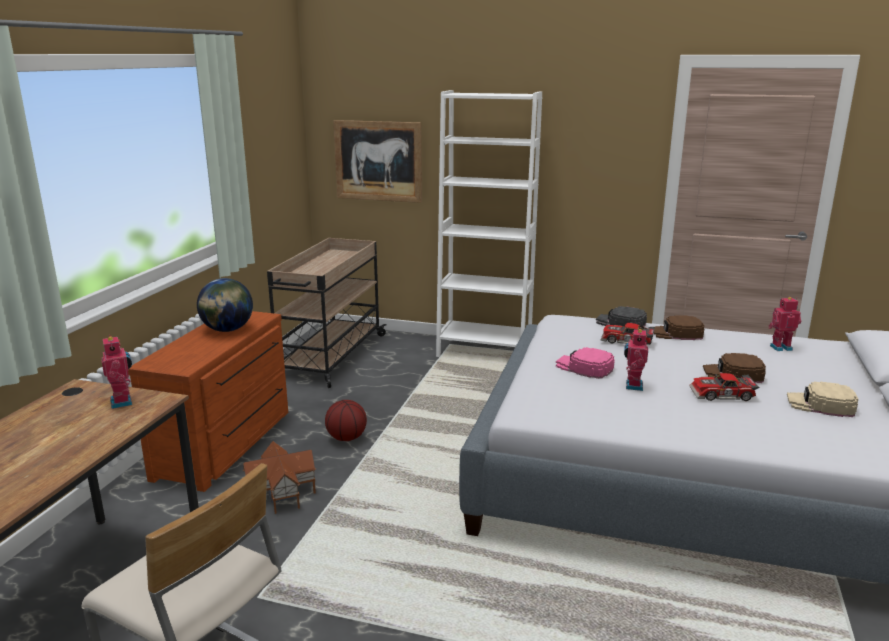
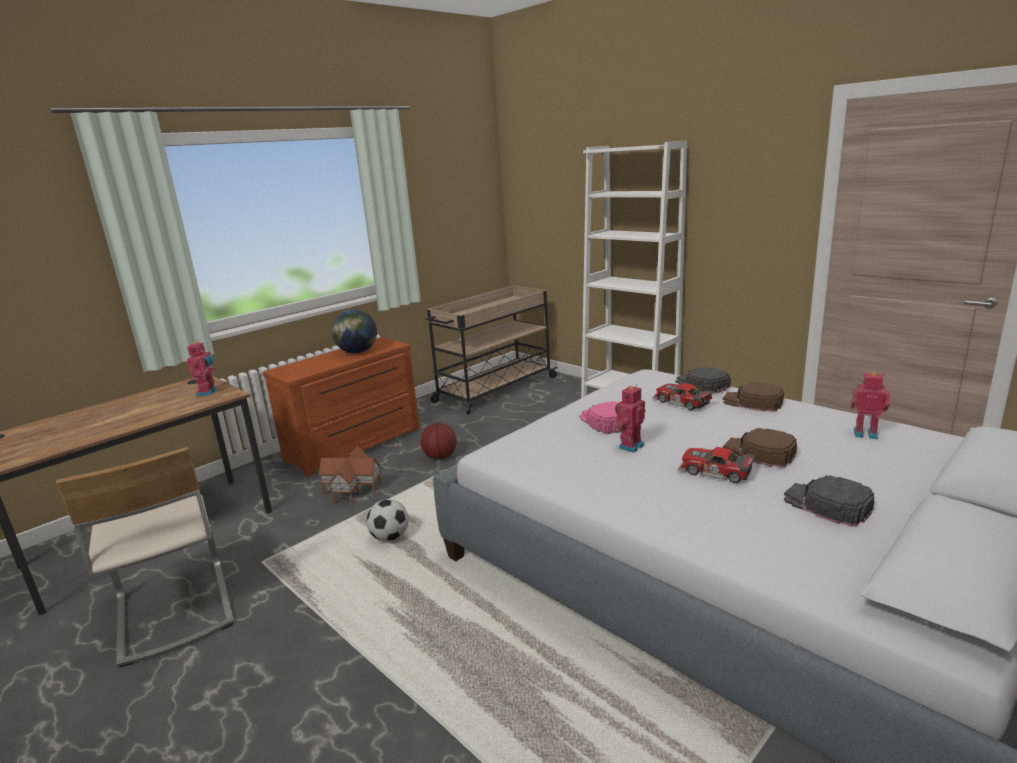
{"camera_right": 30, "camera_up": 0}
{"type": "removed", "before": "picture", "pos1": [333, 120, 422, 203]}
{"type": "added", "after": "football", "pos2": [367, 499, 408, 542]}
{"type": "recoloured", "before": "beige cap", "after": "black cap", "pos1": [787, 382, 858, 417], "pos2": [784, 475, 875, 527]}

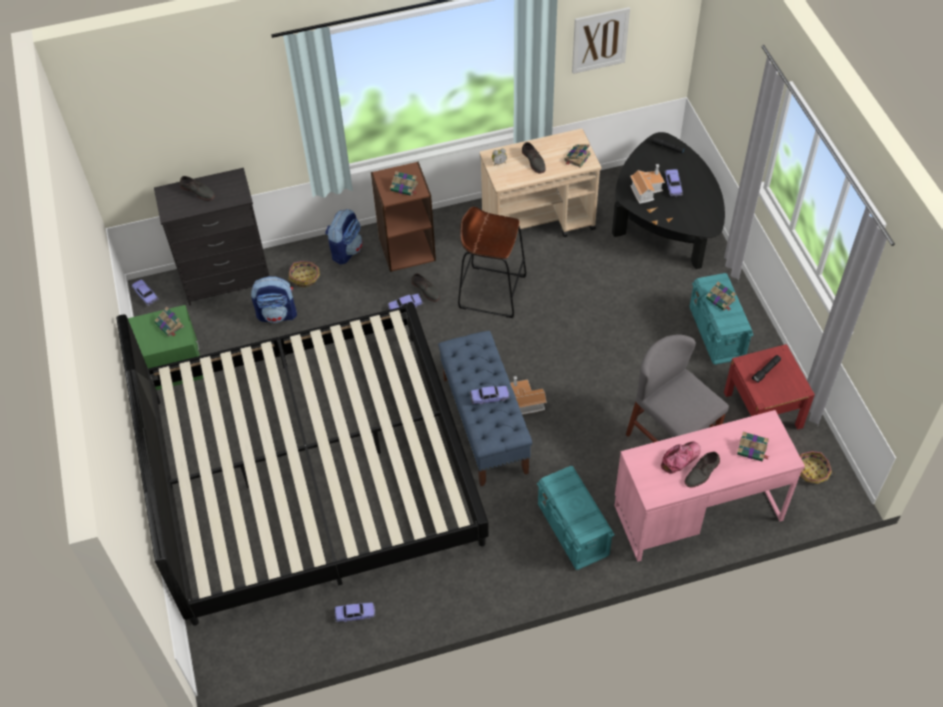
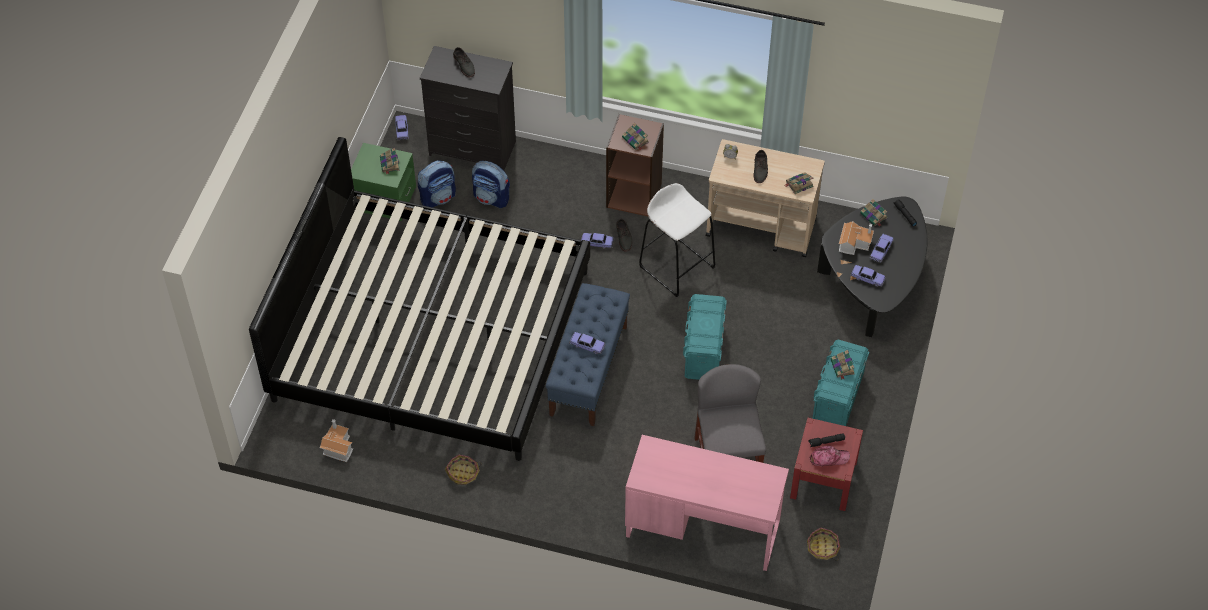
{"camera_right": 30, "camera_up": 0}
{"type": "removed", "before": "picture", "pos1": [572, 7, 630, 74]}
{"type": "removed", "before": "grey shoe", "pos1": [685, 452, 720, 487]}
{"type": "moved", "before": "basket", "pos1": [289, 261, 320, 288], "pos2": [445, 455, 481, 485]}
{"type": "moved", "before": "backpack", "pos1": [325, 209, 363, 265], "pos2": [418, 160, 456, 208]}
{"type": "moved", "before": "toy car", "pos1": [334, 602, 375, 622], "pos2": [850, 265, 886, 287]}
{"type": "moved", "before": "toy house", "pos1": [510, 376, 547, 415], "pos2": [320, 419, 353, 462]}
{"type": "moved", "before": "turquoise storage box", "pos1": [537, 466, 615, 570], "pos2": [683, 294, 727, 380]}
{"type": "moved", "before": "cap", "pos1": [661, 441, 701, 474], "pos2": [809, 446, 850, 466]}
{"type": "moved", "before": "book", "pos1": [737, 432, 769, 461], "pos2": [860, 199, 887, 227]}
{"type": "recoloured", "before": "brown stool", "after": "white stool", "pos1": [458, 207, 526, 318], "pos2": [639, 183, 715, 297]}

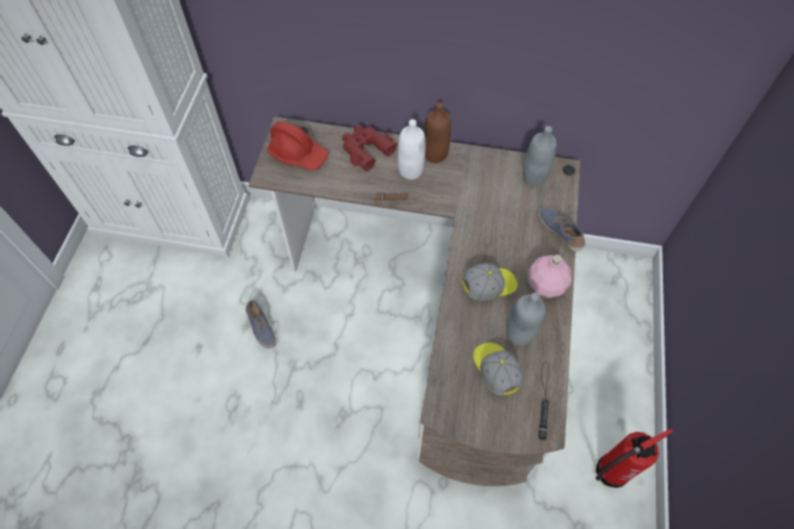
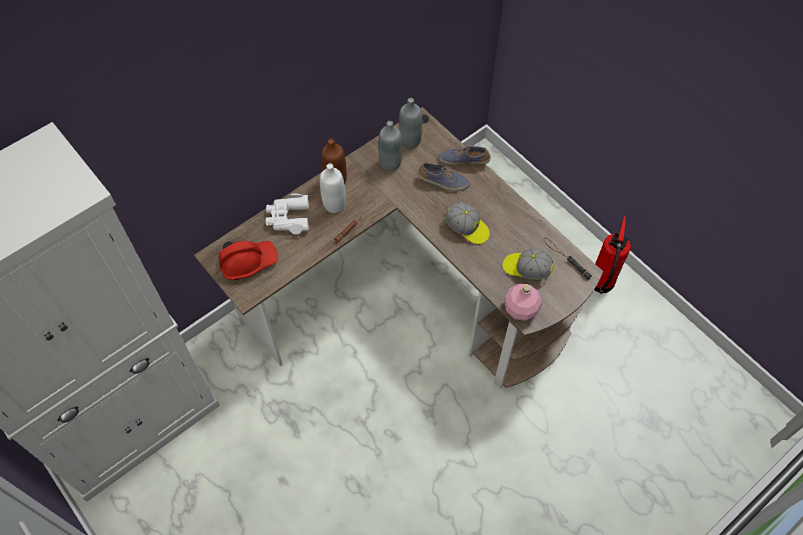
{"camera_right": -50, "camera_up": 0}
{"type": "moved", "before": "shoe", "pos1": [246, 300, 276, 348], "pos2": [418, 162, 470, 192]}
{"type": "moved", "before": "grey bottle", "pos1": [506, 293, 546, 346], "pos2": [378, 121, 402, 171]}
{"type": "moved", "before": "pink bottle", "pos1": [528, 254, 572, 298], "pos2": [504, 283, 542, 321]}
{"type": "recoloured", "before": "red binoculars", "after": "white binoculars", "pos1": [342, 125, 397, 171], "pos2": [266, 194, 309, 235]}
{"type": "turned", "before": "cap", "pos1": [462, 263, 518, 301], "pos2": [445, 201, 490, 244], "turn": 105}

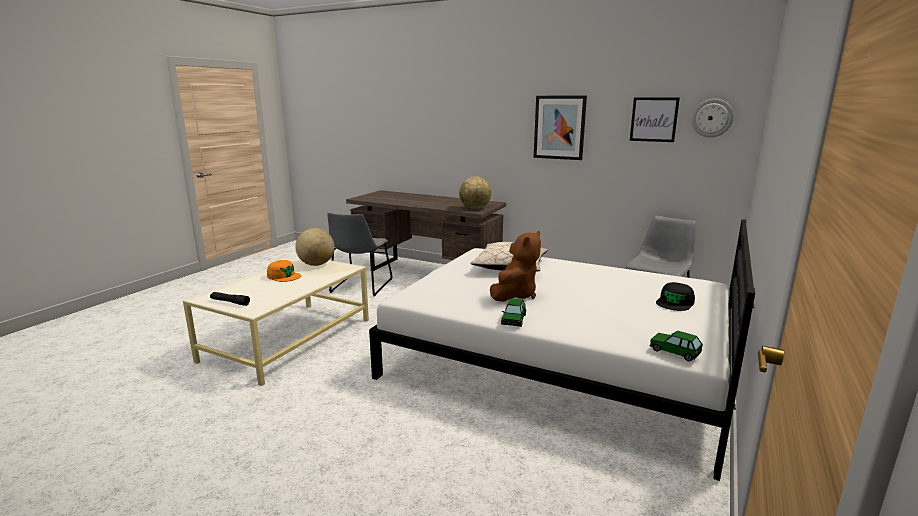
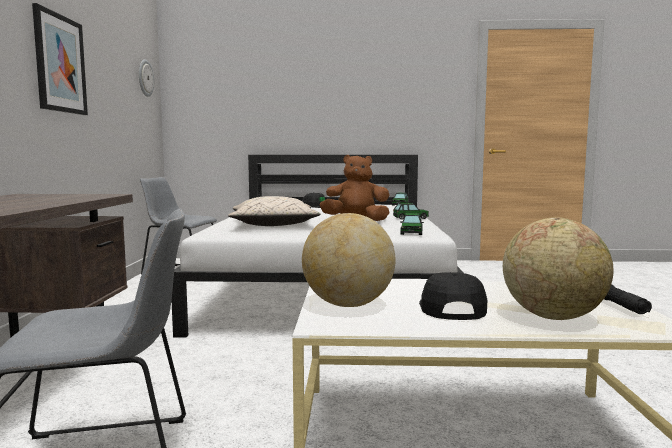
{"camera_right": -115, "camera_up": -10}
{"type": "removed", "before": "picture", "pos1": [630, 97, 680, 142]}
{"type": "added", "after": "toy car", "pos2": [400, 213, 424, 235]}
{"type": "moved", "before": "globe", "pos1": [459, 177, 491, 209], "pos2": [503, 217, 614, 320]}
{"type": "recoloured", "before": "orange cap", "after": "black cap", "pos1": [267, 260, 301, 282], "pos2": [419, 272, 487, 320]}

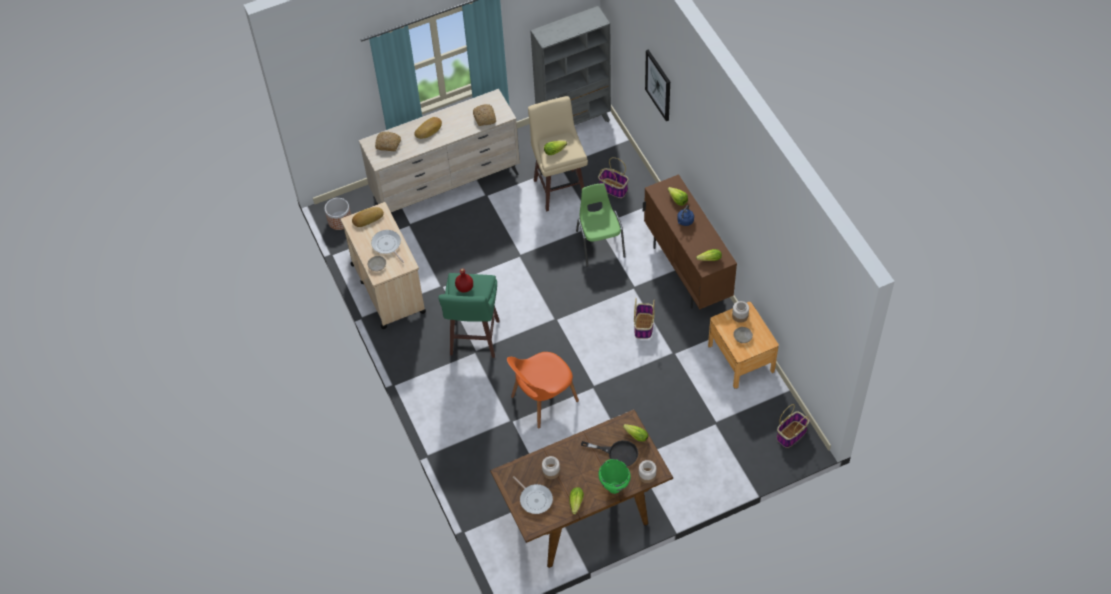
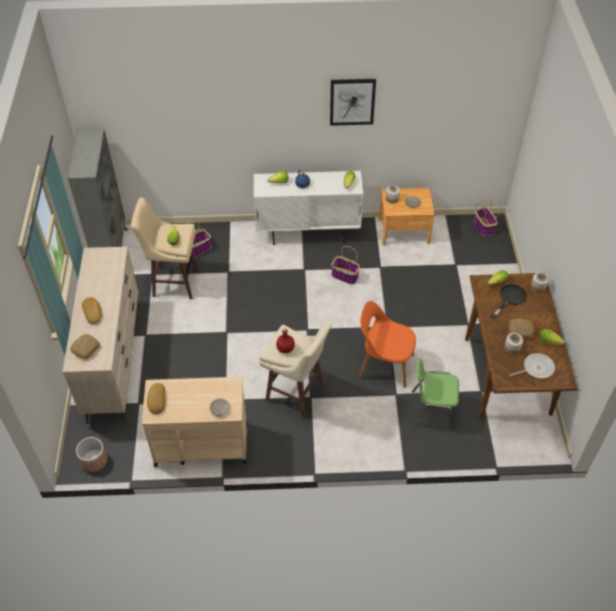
{"camera_right": -70, "camera_up": -5}
{"type": "removed", "before": "frying pan", "pos1": [371, 230, 404, 263]}
{"type": "removed", "before": "green cooking pot", "pos1": [599, 459, 631, 494]}
{"type": "moved", "before": "bread", "pos1": [473, 104, 496, 126], "pos2": [509, 318, 534, 339]}
{"type": "moved", "before": "green chair", "pos1": [576, 183, 625, 267], "pos2": [410, 358, 459, 430]}
{"type": "moved", "before": "picture", "pos1": [645, 49, 670, 121], "pos2": [330, 79, 376, 126]}
{"type": "recoloured", "before": "green stool", "after": "beige stool", "pos1": [438, 273, 500, 358], "pos2": [259, 322, 332, 418]}
{"type": "recoloured", "before": "brown cabinet", "after": "white cabinet", "pos1": [643, 174, 737, 309], "pos2": [254, 171, 363, 245]}
{"type": "turned", "before": "orange chair", "pos1": [507, 352, 579, 429], "pos2": [359, 301, 416, 388], "turn": 120}

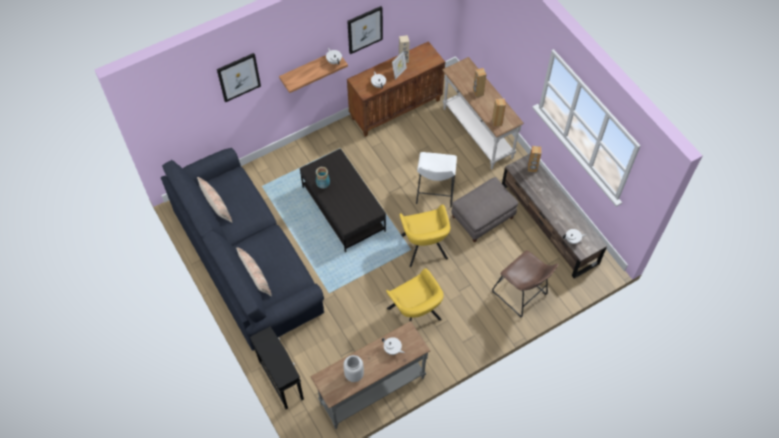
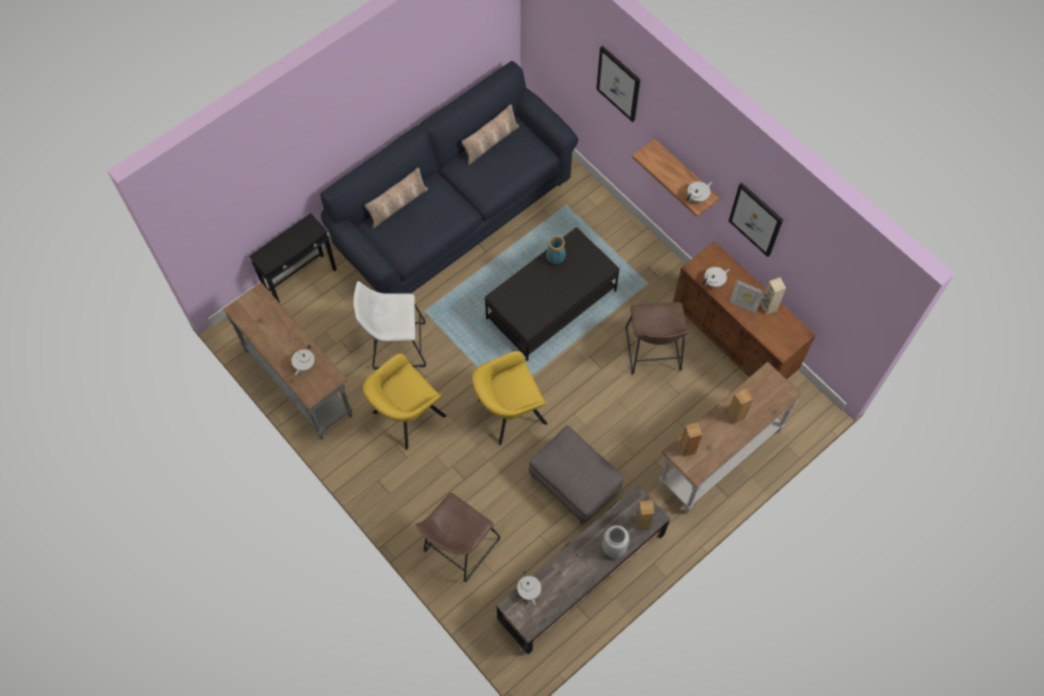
{"camera_right": 80, "camera_up": 5}
{"type": "added", "after": "brown stool", "pos2": [626, 302, 689, 375]}
{"type": "moved", "before": "grey vase", "pos1": [344, 355, 364, 382], "pos2": [602, 525, 629, 558]}
{"type": "moved", "before": "white stool", "pos1": [416, 152, 457, 208], "pos2": [353, 281, 426, 369]}

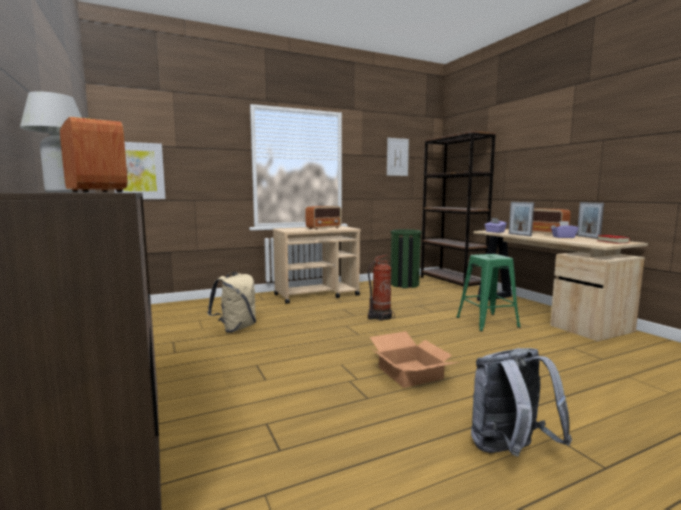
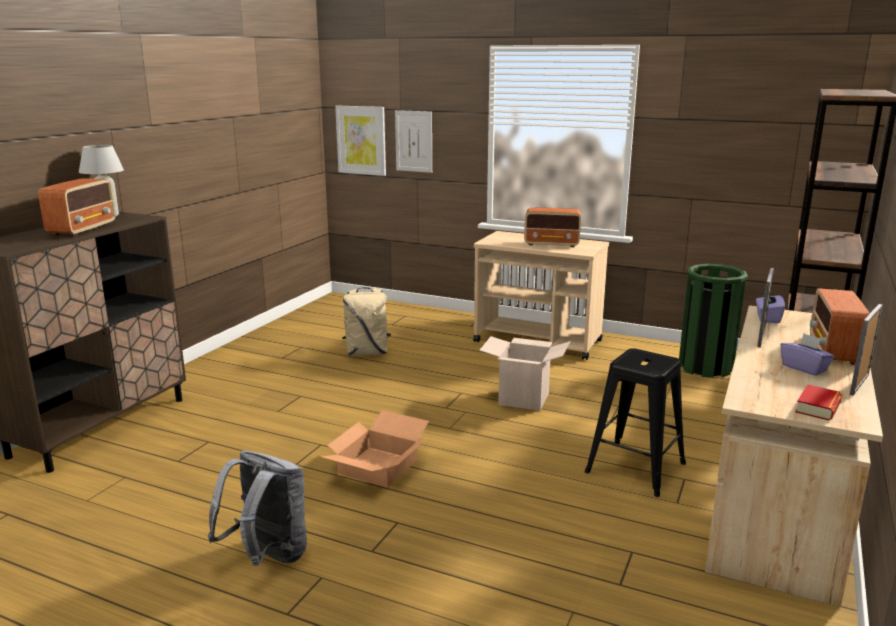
{"camera_right": 50, "camera_up": 10}
{"type": "moved", "before": "picture", "pos1": [387, 138, 409, 176], "pos2": [395, 110, 432, 173]}
{"type": "replaced", "before": "fire extinguisher", "after": "cardboard box", "pos1": [368, 254, 395, 321], "pos2": [479, 336, 570, 411]}
{"type": "recoloured", "before": "green stool", "after": "black stool", "pos1": [456, 254, 521, 331], "pos2": [585, 348, 686, 497]}

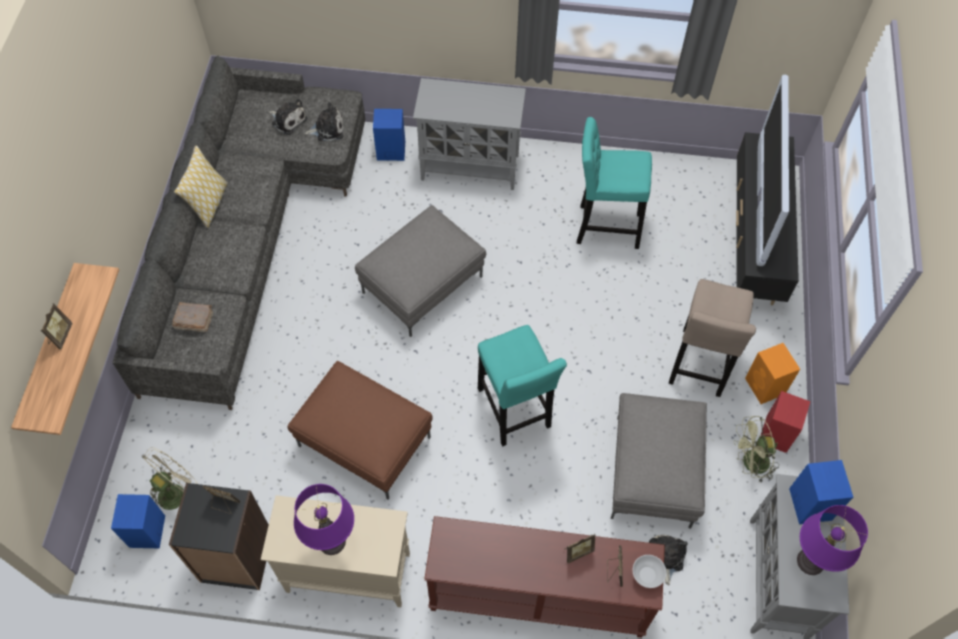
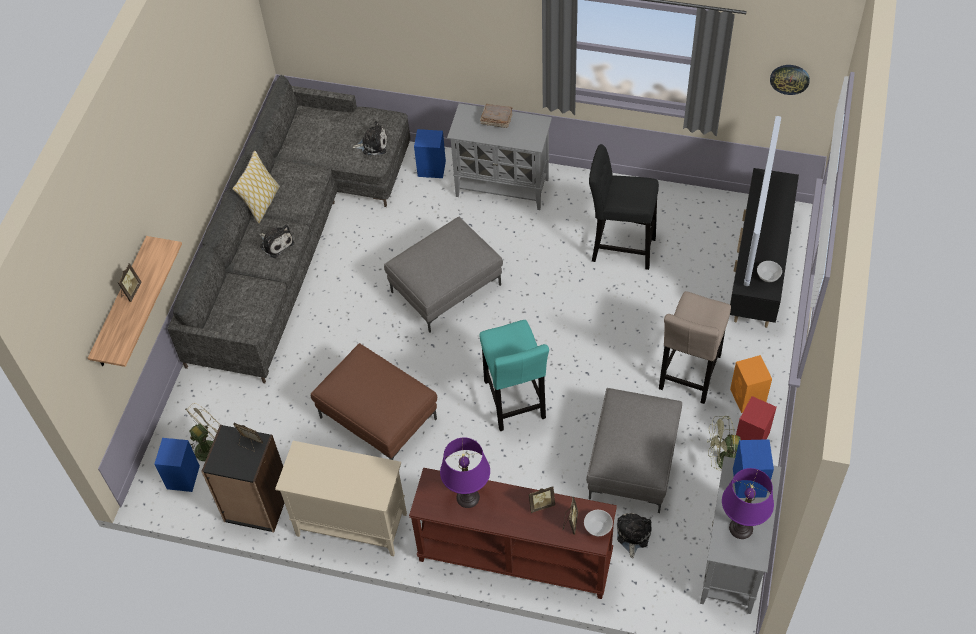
{"camera_right": 10, "camera_up": -5}
{"type": "added", "after": "bowl", "pos2": [757, 261, 782, 282]}
{"type": "added", "after": "wall clock", "pos2": [770, 65, 810, 95]}
{"type": "moved", "before": "brown book", "pos1": [172, 302, 213, 332], "pos2": [480, 104, 513, 128]}
{"type": "moved", "before": "plush toy", "pos1": [269, 98, 307, 135], "pos2": [259, 225, 294, 258]}
{"type": "moved", "before": "purple table lamp", "pos1": [294, 484, 354, 555], "pos2": [440, 437, 490, 508]}
{"type": "recoloured", "before": "turquoise stool", "after": "black stool", "pos1": [577, 117, 652, 249], "pos2": [589, 144, 659, 270]}

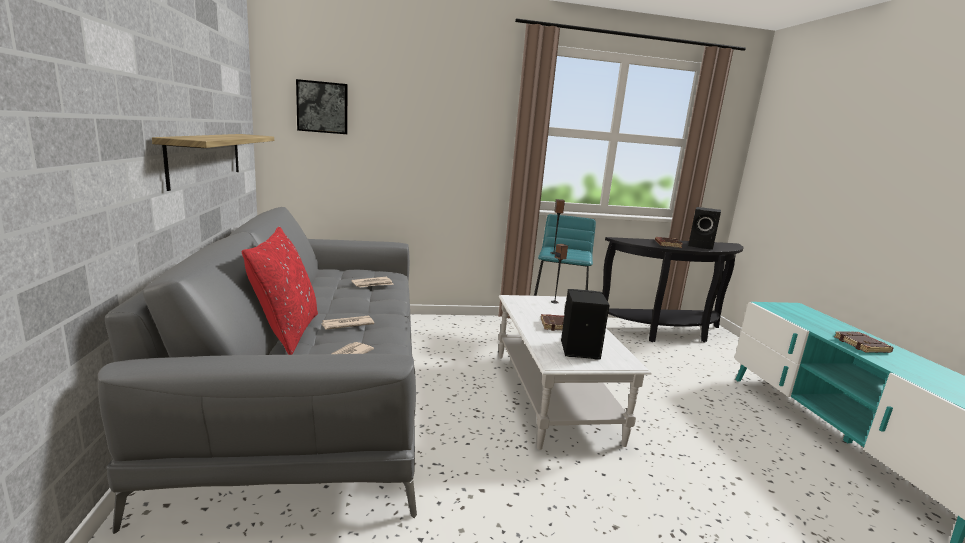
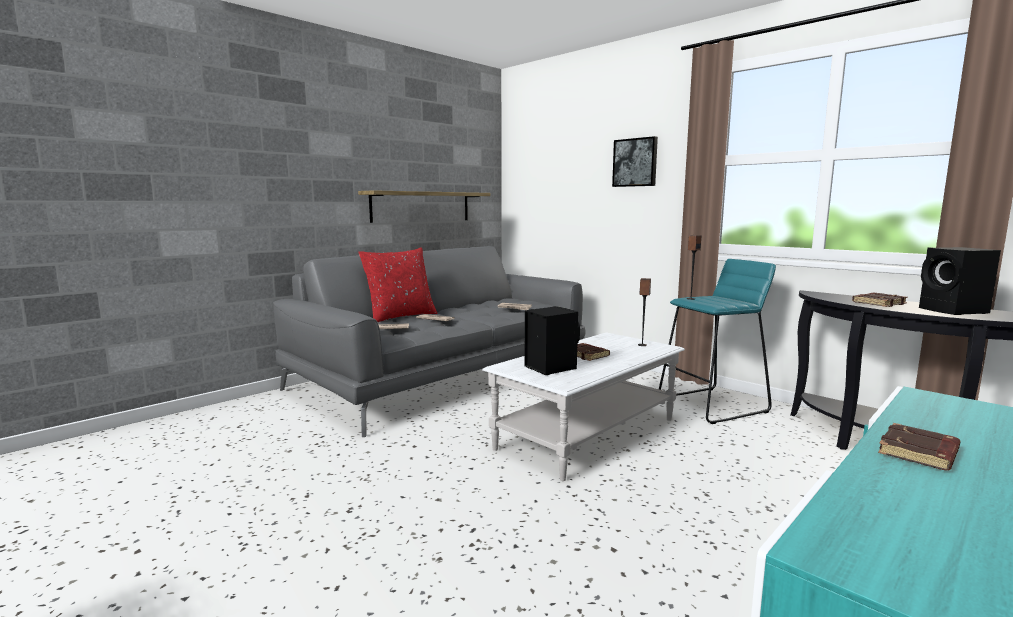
{"camera_right": 55, "camera_up": -5}
{"type": "moved", "before": "picture", "pos1": [296, 79, 348, 134], "pos2": [612, 136, 658, 187]}

